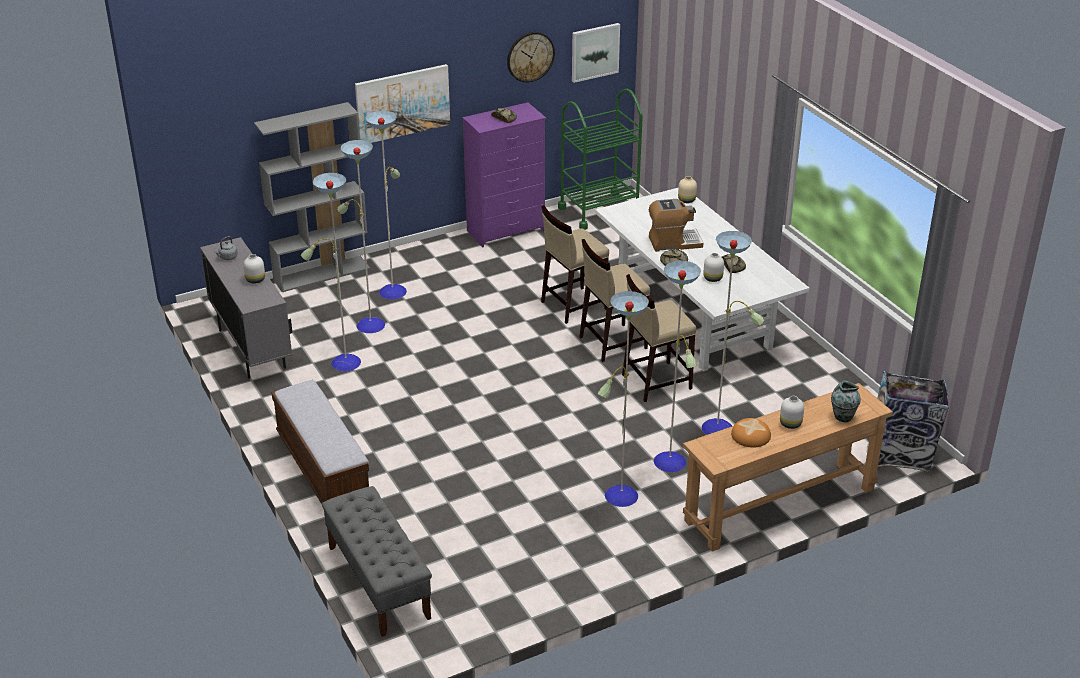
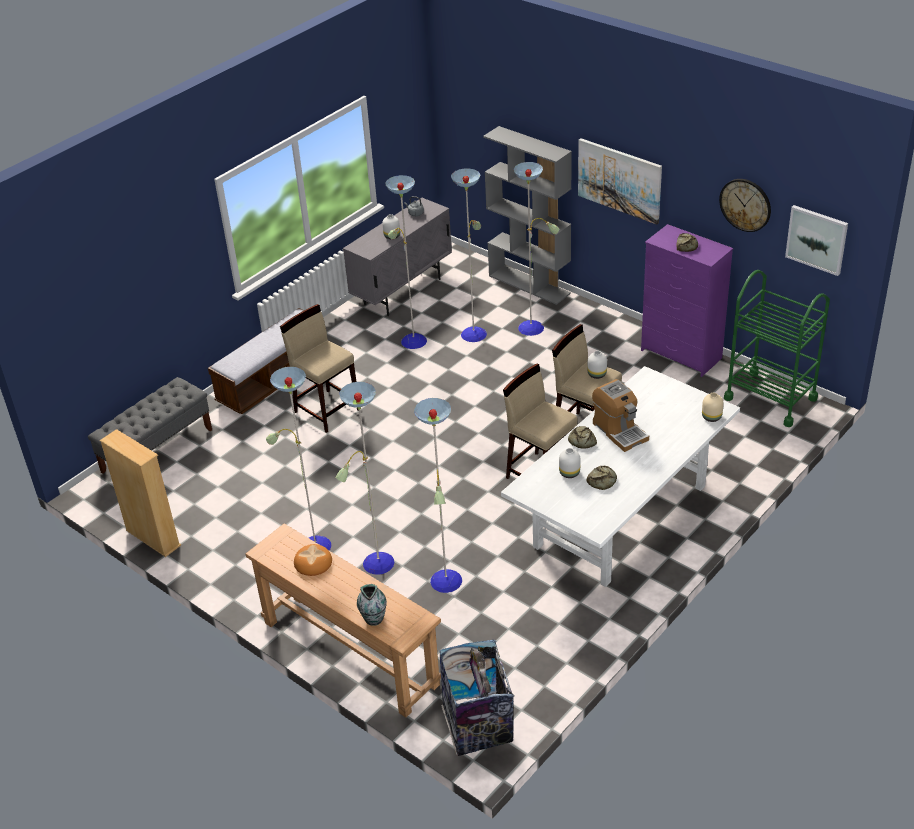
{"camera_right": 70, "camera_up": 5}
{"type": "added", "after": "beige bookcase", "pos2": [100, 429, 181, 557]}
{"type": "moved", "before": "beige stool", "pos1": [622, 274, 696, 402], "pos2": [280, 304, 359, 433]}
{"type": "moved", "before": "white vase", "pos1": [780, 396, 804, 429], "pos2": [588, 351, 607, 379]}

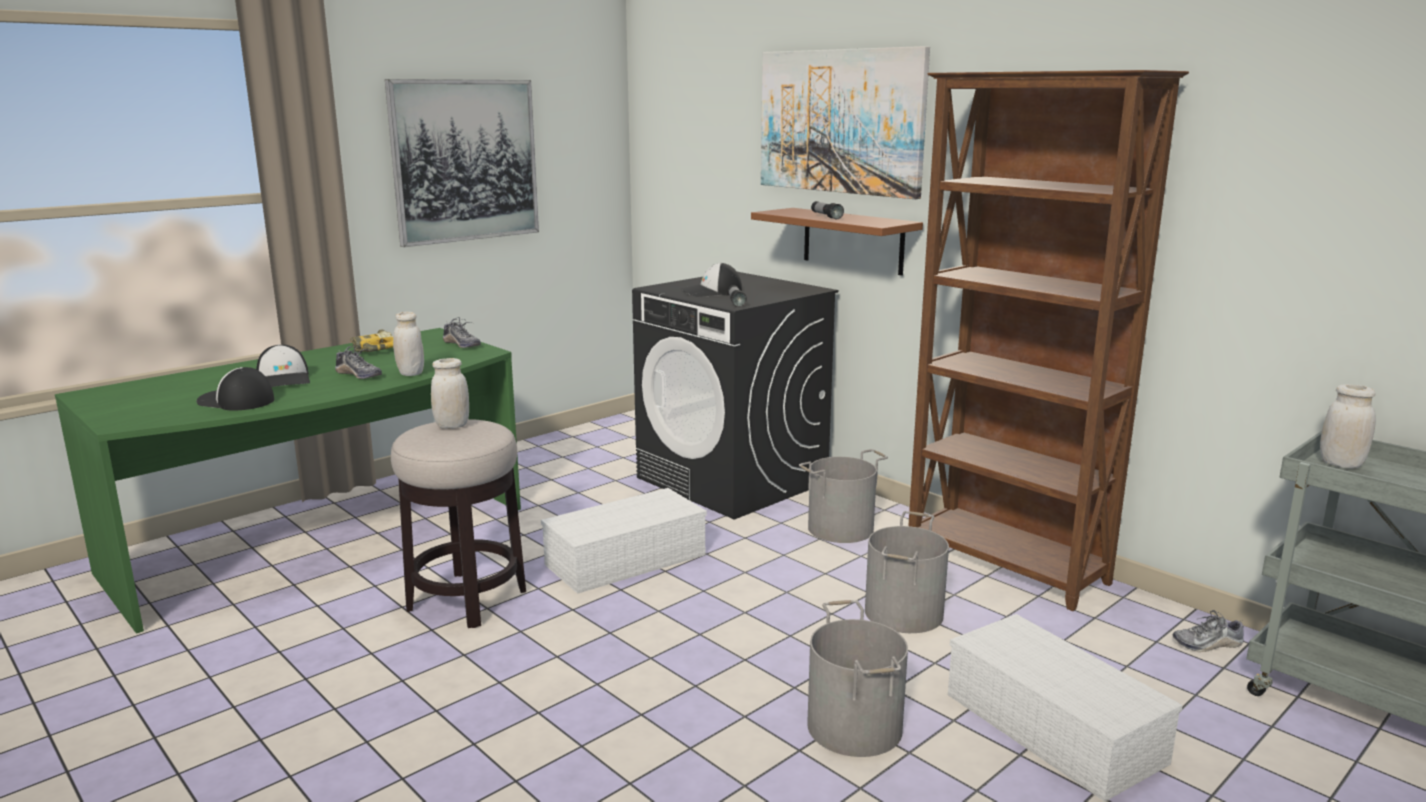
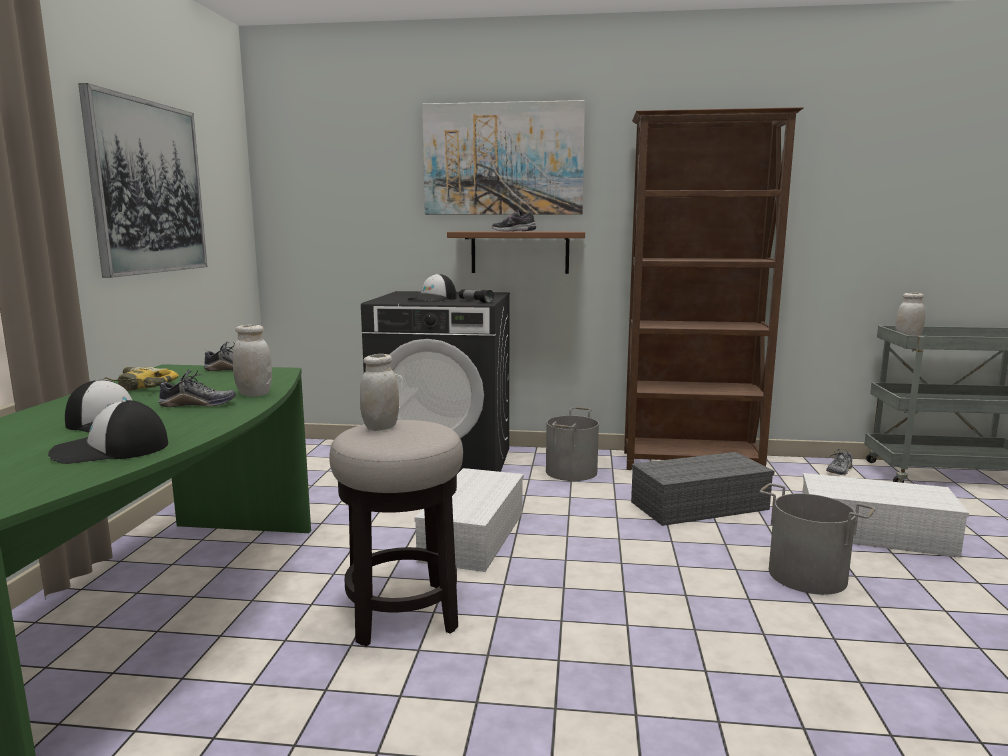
{"camera_right": -40, "camera_up": -5}
{"type": "replaced", "before": "flashlight", "after": "shoe", "pos1": [811, 201, 844, 219], "pos2": [492, 209, 536, 231]}
{"type": "replaced", "before": "grey bucket", "after": "grey storage box", "pos1": [865, 511, 949, 633], "pos2": [631, 452, 774, 526]}

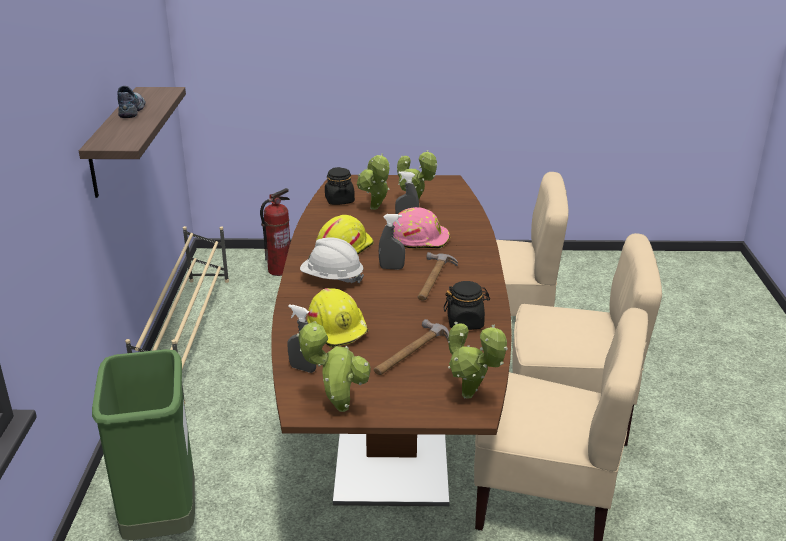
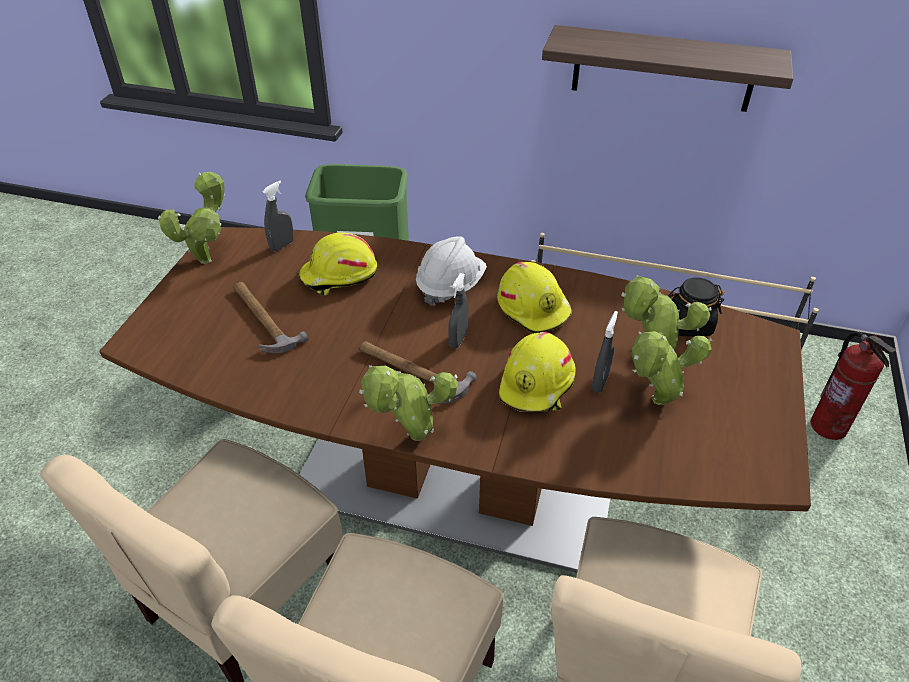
{"camera_right": 105, "camera_up": 15}
{"type": "removed", "before": "shoe", "pos1": [117, 86, 146, 118]}
{"type": "removed", "before": "black jar", "pos1": [444, 281, 490, 330]}
{"type": "moved", "before": "potted plant", "pos1": [448, 322, 508, 399], "pos2": [359, 365, 458, 441]}
{"type": "recoloured", "before": "pink hard hat", "after": "yellow hard hat", "pos1": [393, 207, 450, 249], "pos2": [499, 332, 576, 412]}

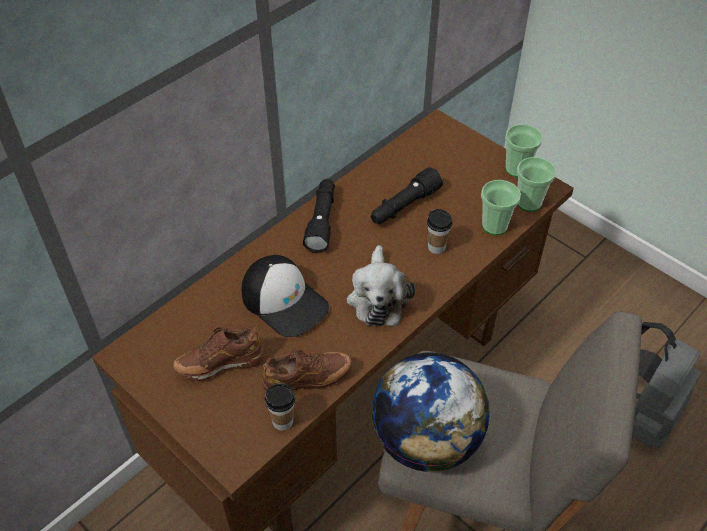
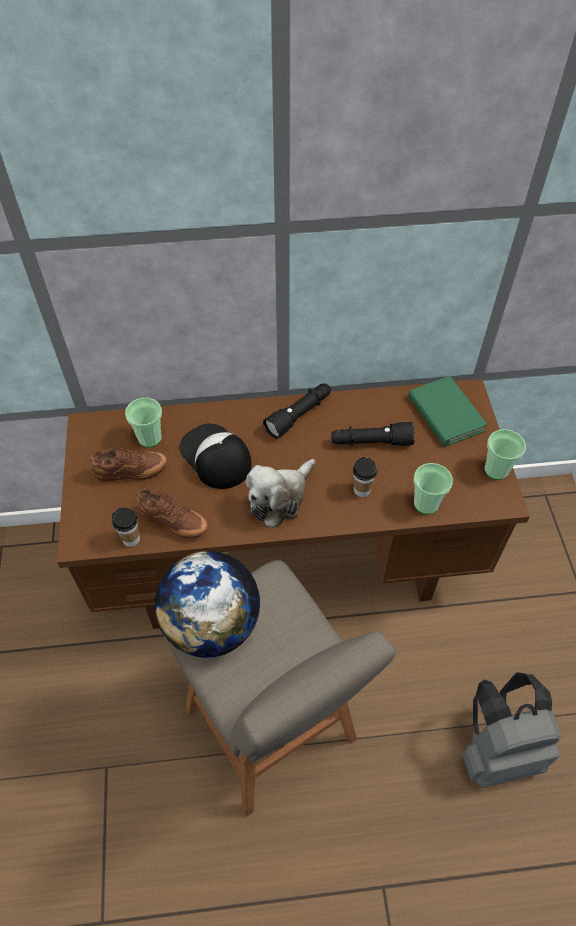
{"camera_right": 40, "camera_up": 5}
{"type": "added", "after": "green book", "pos2": [408, 376, 488, 447]}
{"type": "moved", "before": "cup", "pos1": [517, 157, 556, 212], "pos2": [125, 398, 162, 448]}
{"type": "turned", "before": "brown shoe", "pos1": [173, 326, 263, 380], "pos2": [90, 445, 167, 482], "turn": 150}
{"type": "turned", "before": "cap", "pos1": [242, 255, 329, 337], "pos2": [179, 423, 252, 489], "turn": 150}

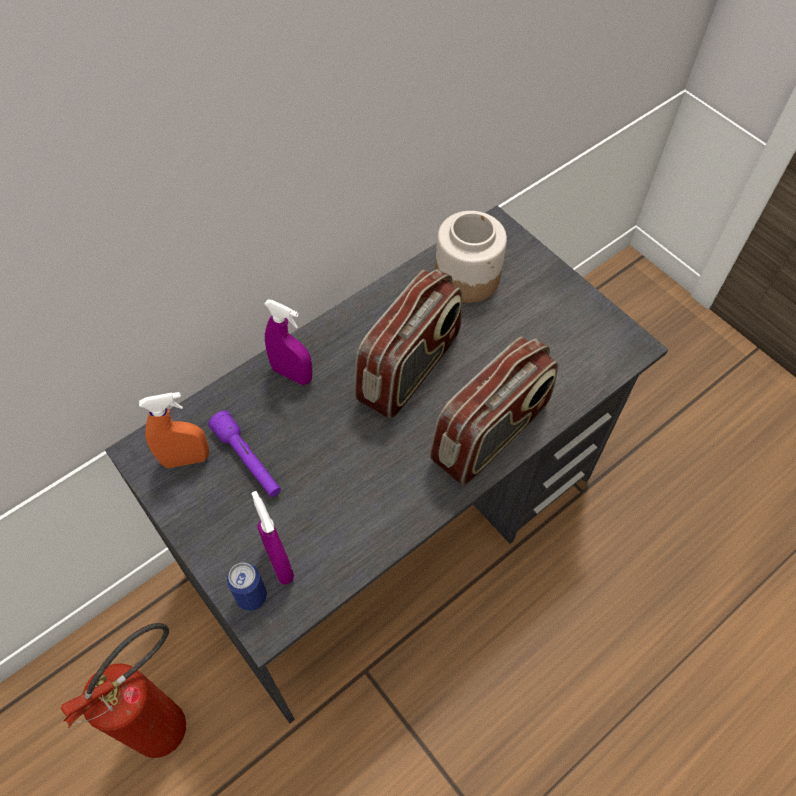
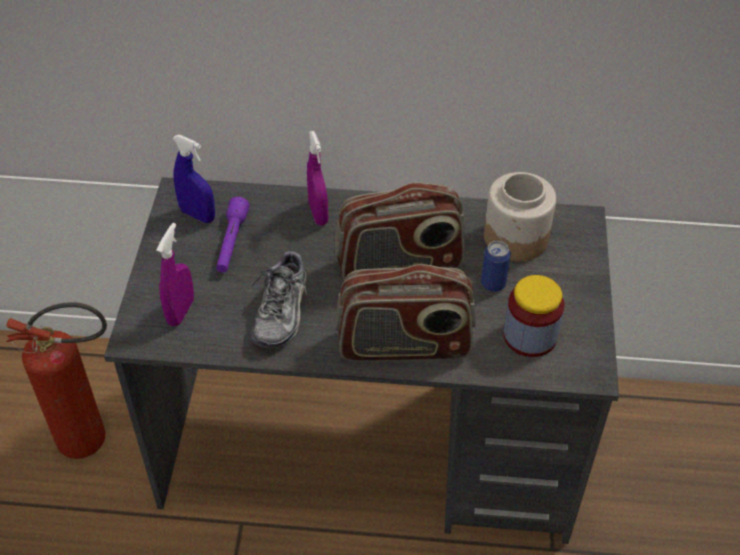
{"camera_right": 45, "camera_up": -10}
{"type": "added", "after": "shoe", "pos2": [250, 246, 307, 348]}
{"type": "added", "after": "jar", "pos2": [503, 275, 565, 357]}
{"type": "moved", "before": "can", "pos1": [227, 562, 267, 611], "pos2": [481, 241, 511, 292]}
{"type": "recoloured", "before": "orange spray bottle", "after": "blue spray bottle", "pos1": [139, 392, 209, 468], "pos2": [172, 135, 215, 223]}

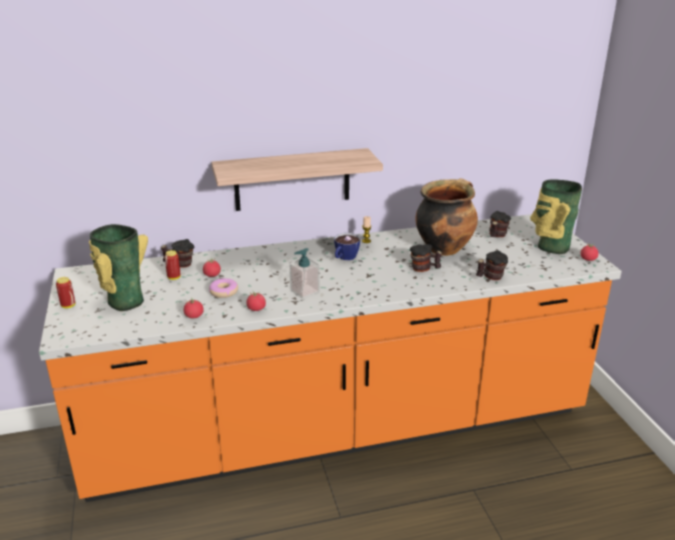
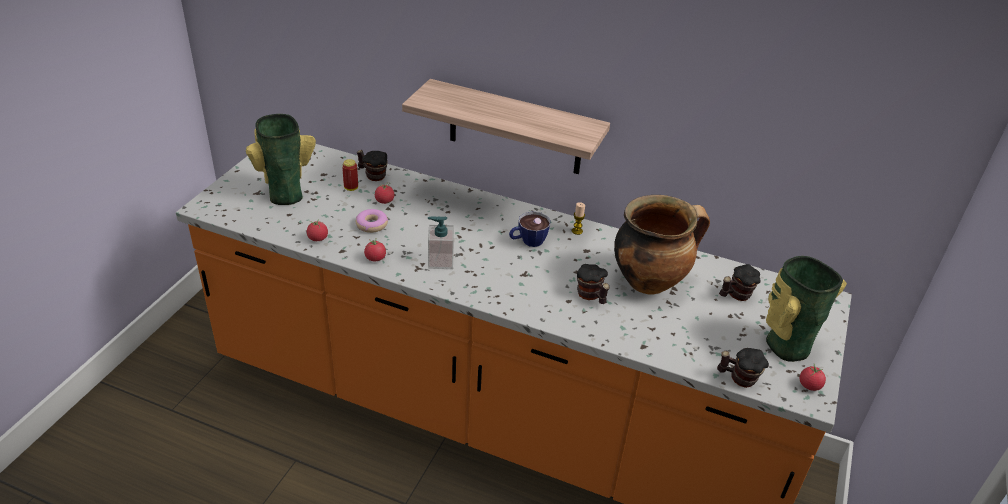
{"camera_right": 35, "camera_up": 10}
{"type": "removed", "before": "can", "pos1": [56, 277, 75, 308]}
{"type": "moved", "before": "mug", "pos1": [476, 250, 508, 280], "pos2": [717, 348, 769, 388]}

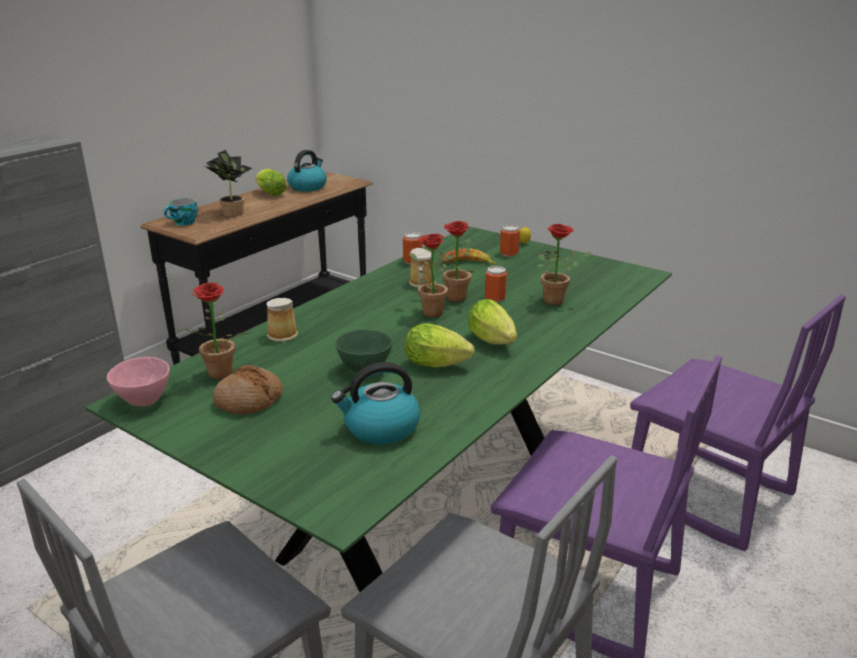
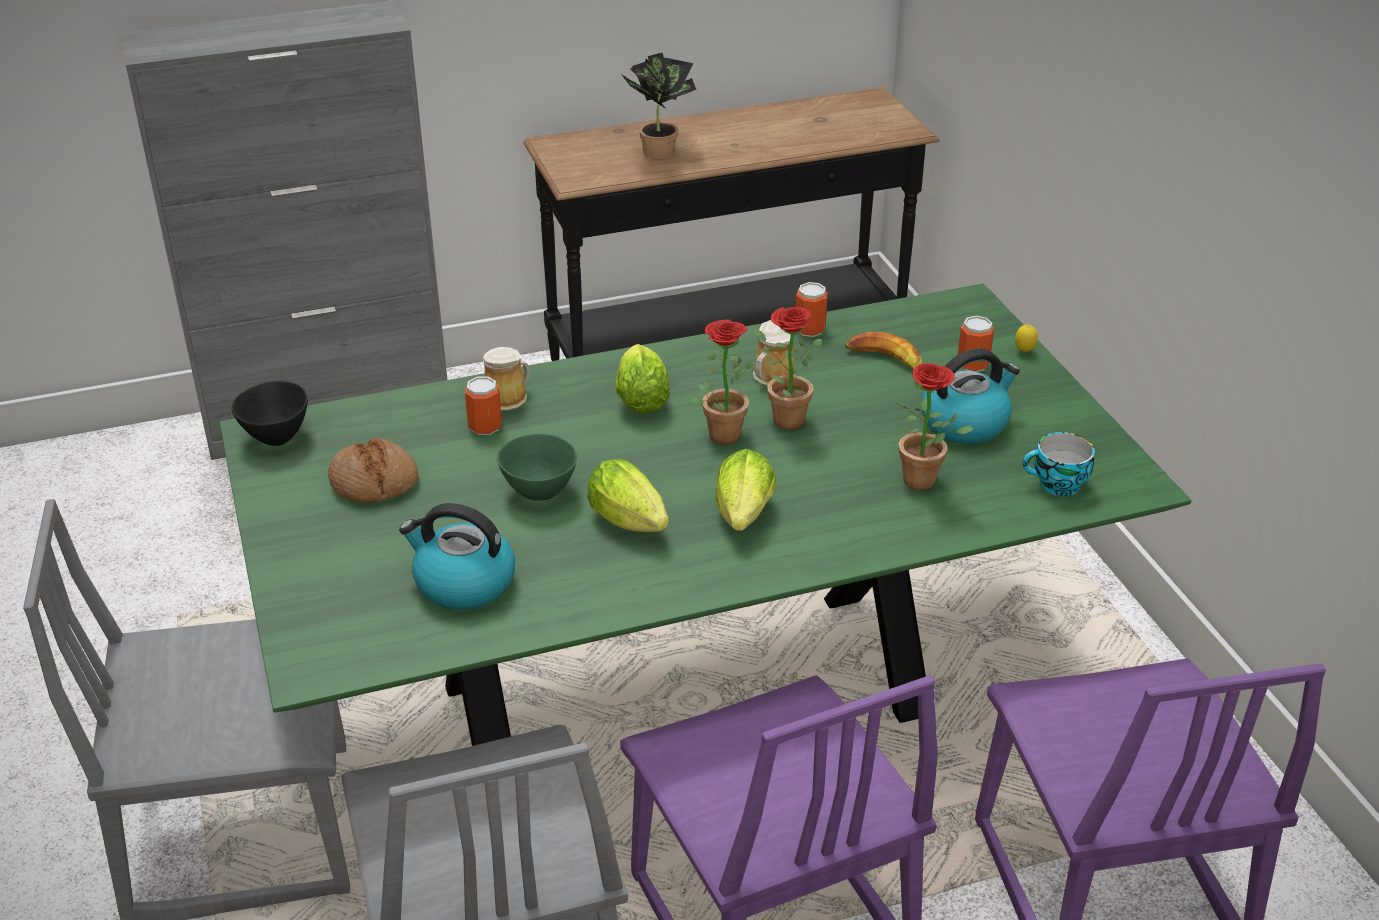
{"camera_right": 35, "camera_up": 10}
{"type": "removed", "before": "potted plant", "pos1": [178, 282, 251, 379]}
{"type": "moved", "before": "cup", "pos1": [164, 198, 198, 225], "pos2": [1023, 432, 1095, 496]}
{"type": "moved", "before": "lettuce", "pos1": [255, 169, 287, 196], "pos2": [615, 344, 670, 413]}
{"type": "moved", "before": "kettle", "pos1": [287, 150, 327, 192], "pos2": [921, 348, 1020, 444]}
{"type": "moved", "before": "can", "pos1": [485, 266, 507, 303], "pos2": [465, 376, 502, 435]}
{"type": "recoloured", "before": "pink bowl", "after": "black bowl", "pos1": [107, 357, 170, 406], "pos2": [231, 381, 308, 446]}

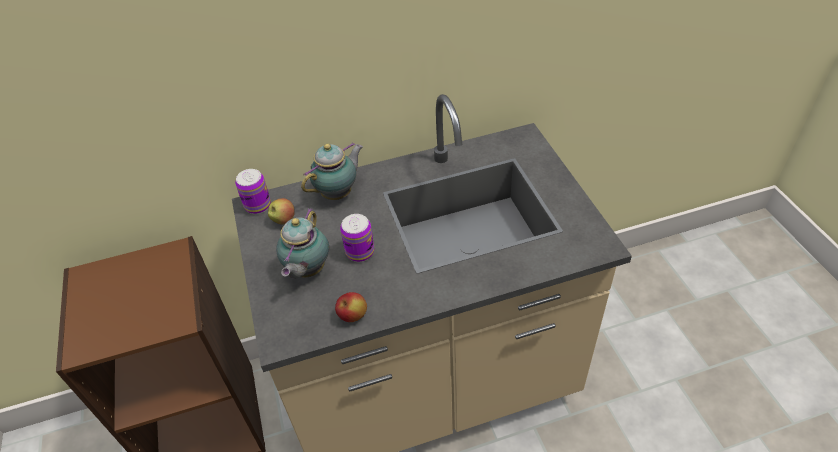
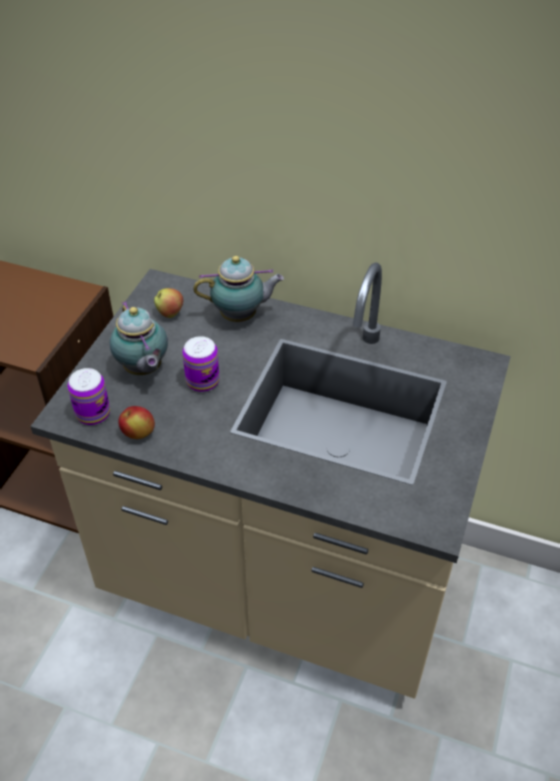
{"camera_right": 35, "camera_up": 0}
{"type": "moved", "before": "can", "pos1": [235, 169, 271, 214], "pos2": [67, 368, 110, 425]}
{"type": "turned", "before": "teapot", "pos1": [276, 208, 329, 279], "pos2": [110, 301, 168, 375], "turn": -75}

